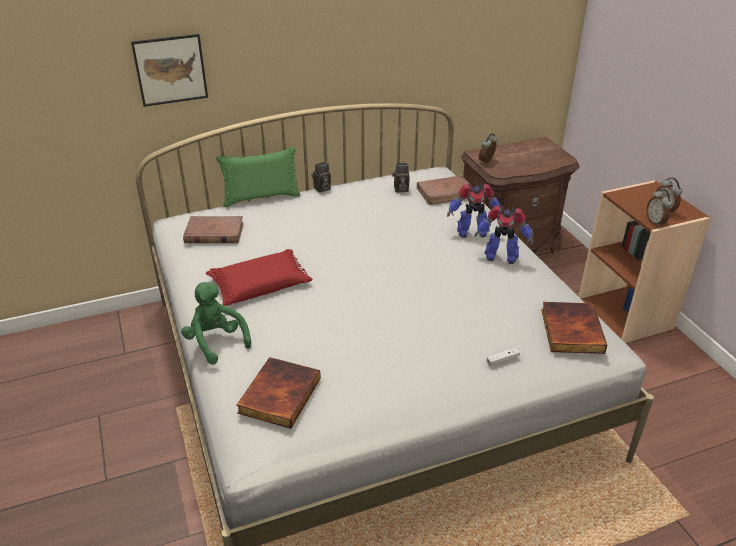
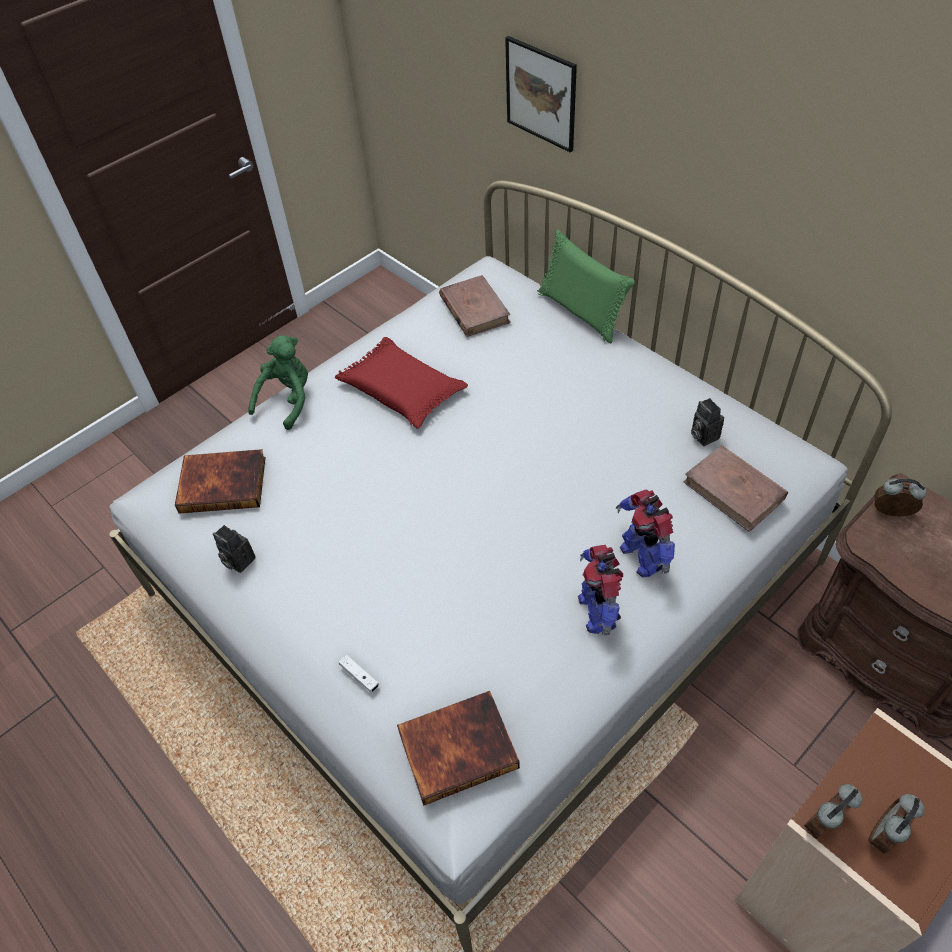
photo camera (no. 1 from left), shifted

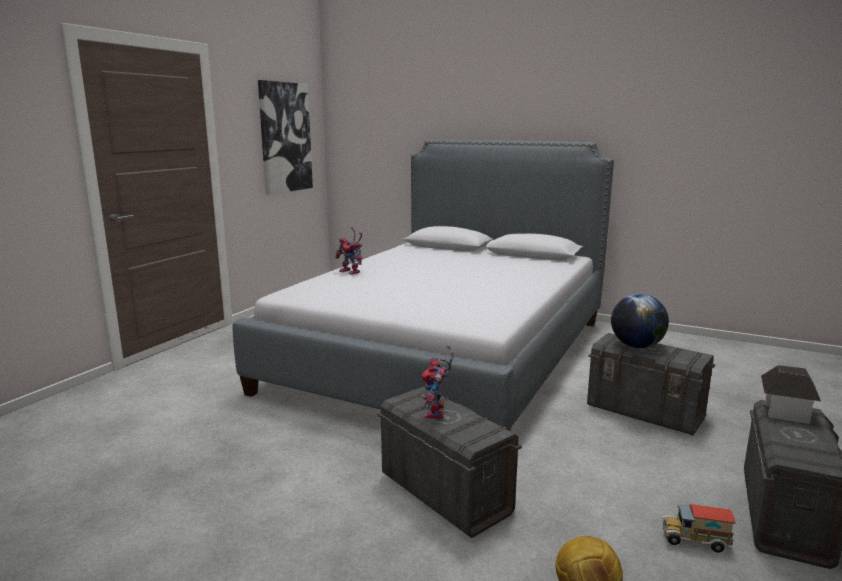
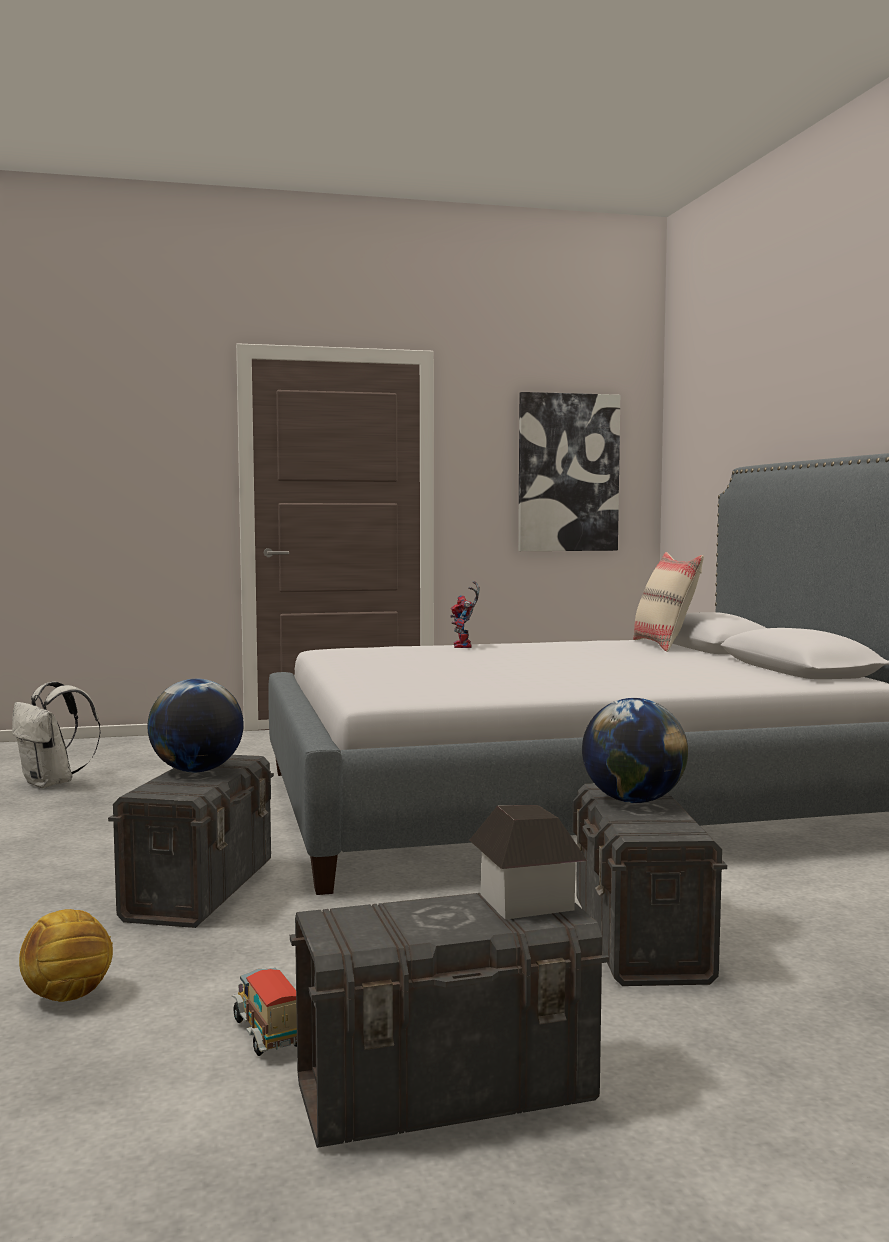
robot figure (no. 2 from left) -> desk globe (no. 1 from left)
none -> pillow in beige
none -> knapsack in whitish

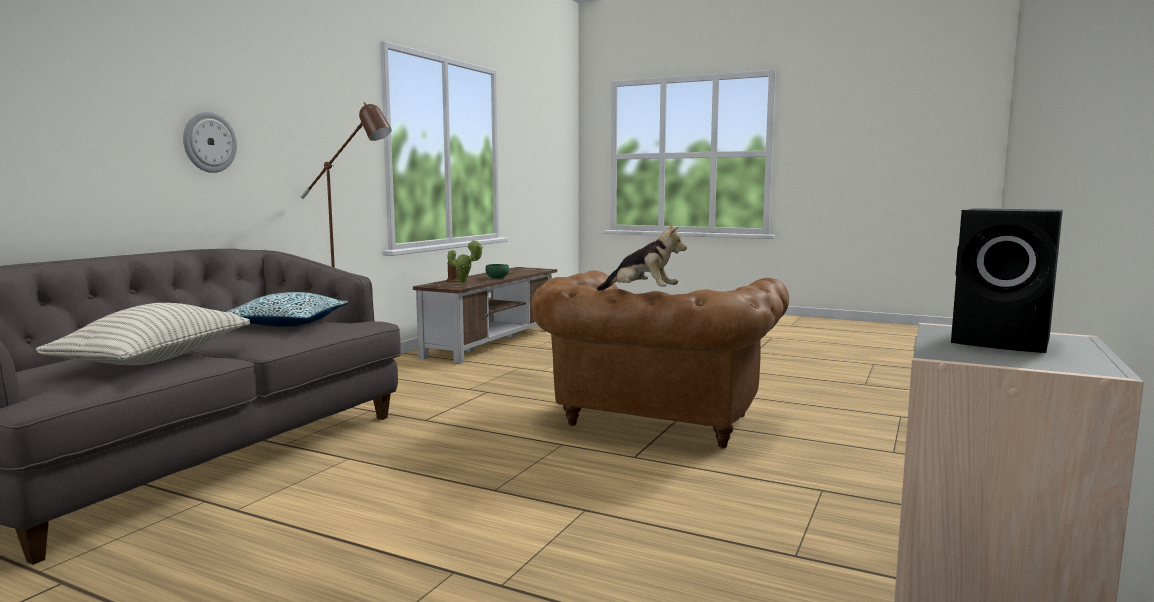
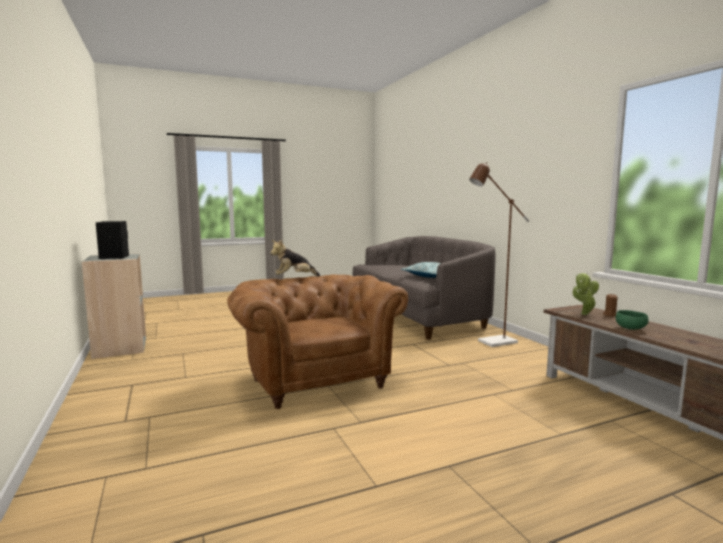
wall clock -> none
pillow (no. 1 from left) -> none

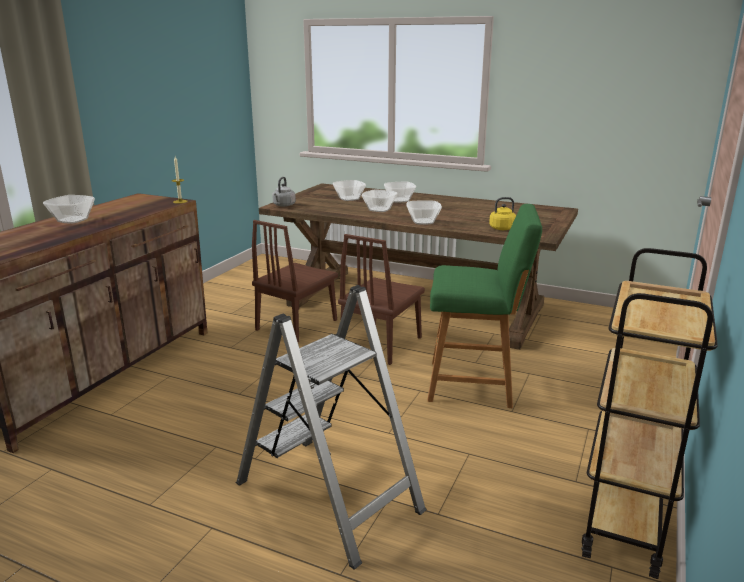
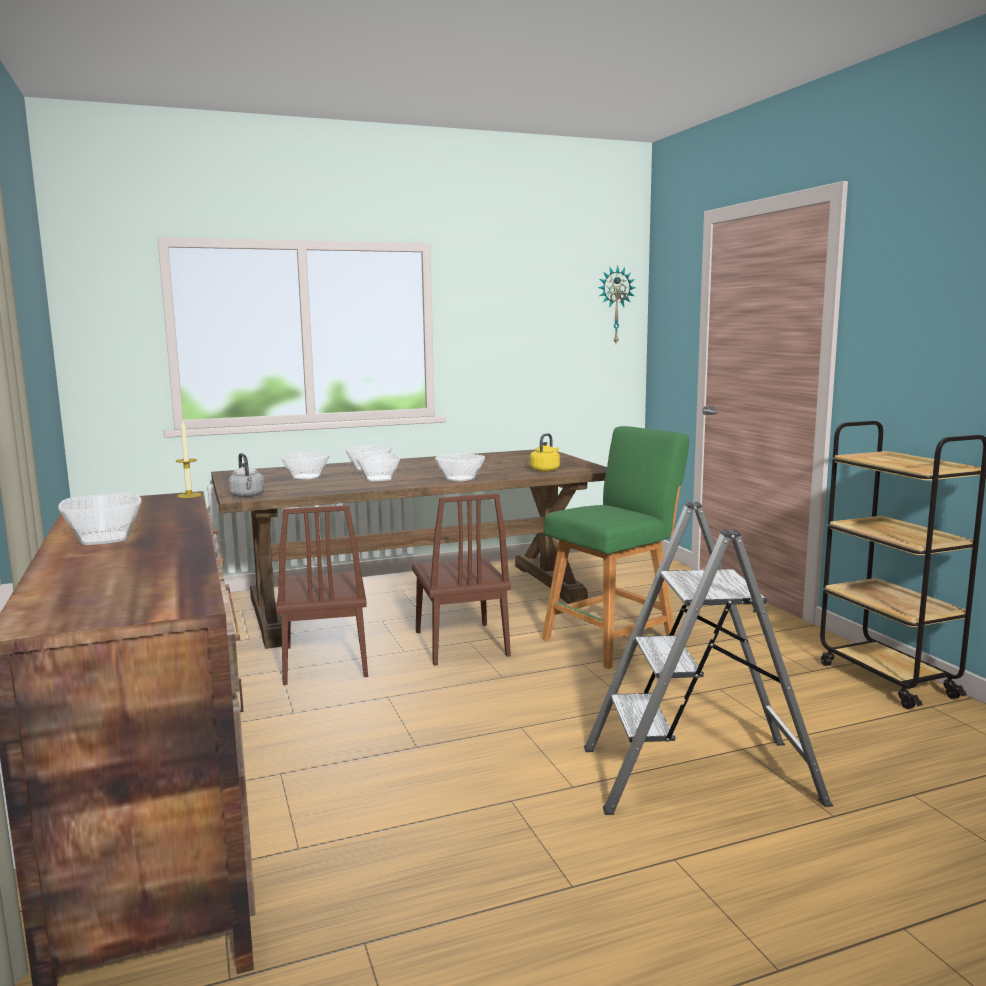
none -> wall clock

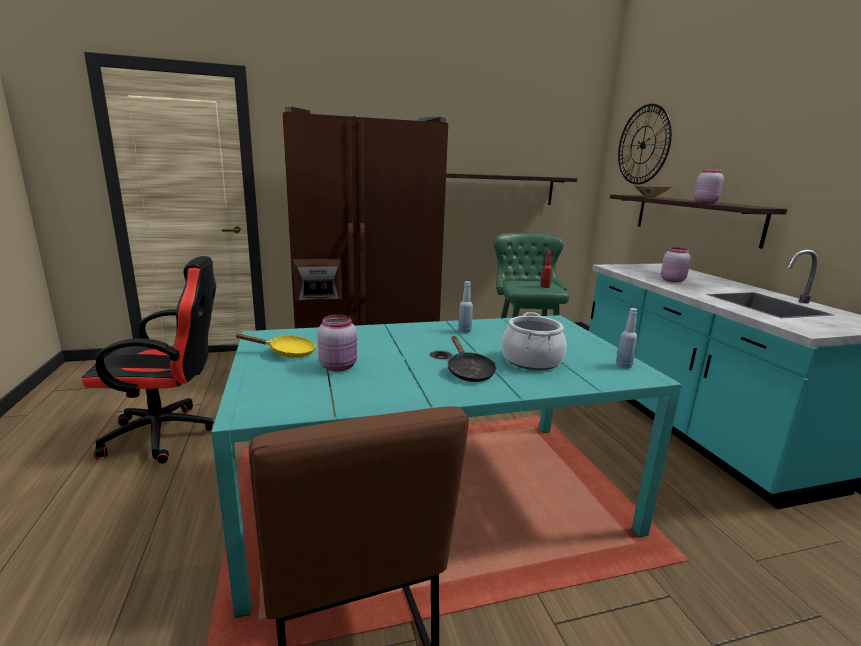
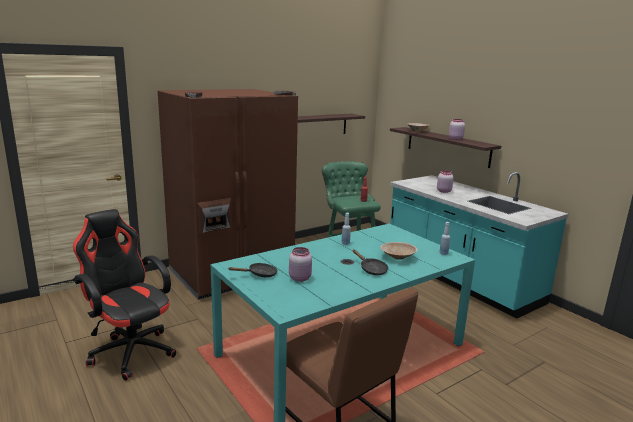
wall clock -> none
computer chair in blackish, 105 degrees counterclockwise
saucepot -> deep dish in beige (no. 1 from left)
skillet in yellow-coloured -> skillet in blackish (no. 1 from left)

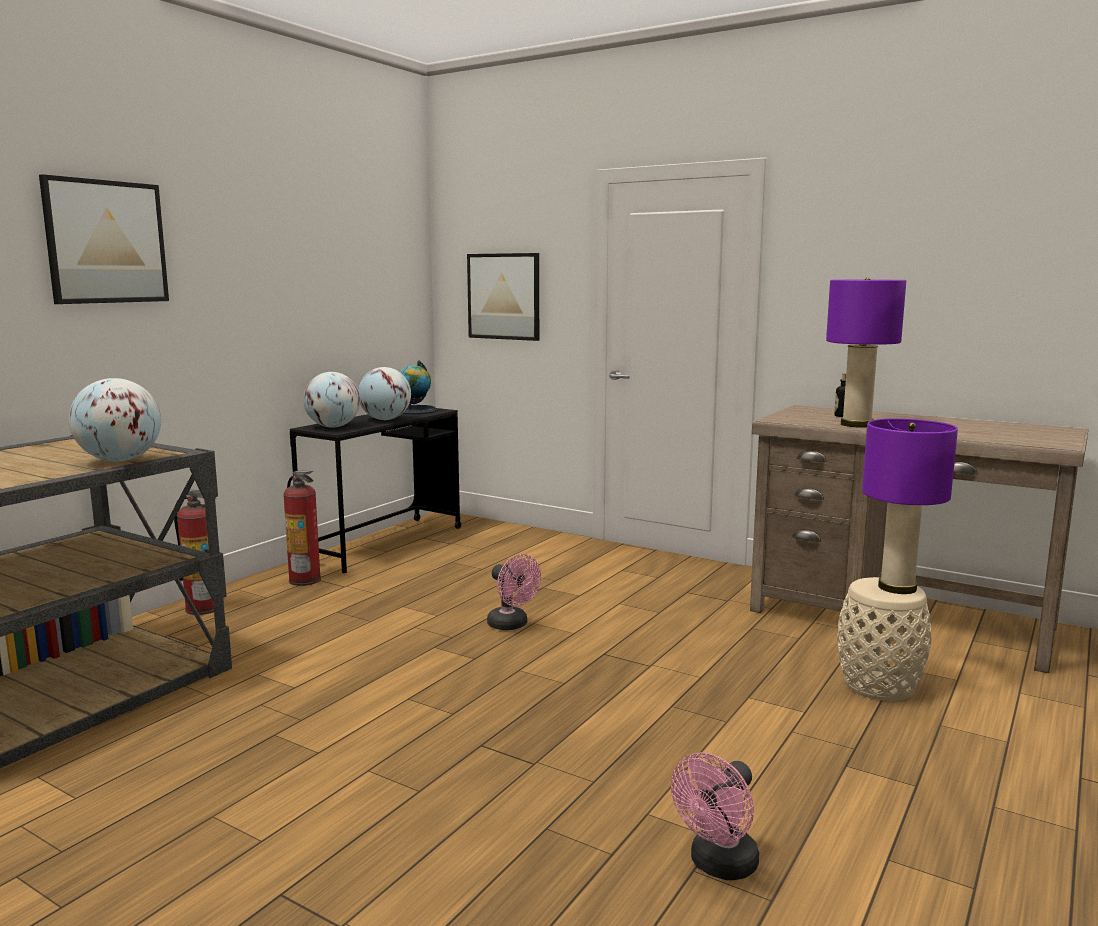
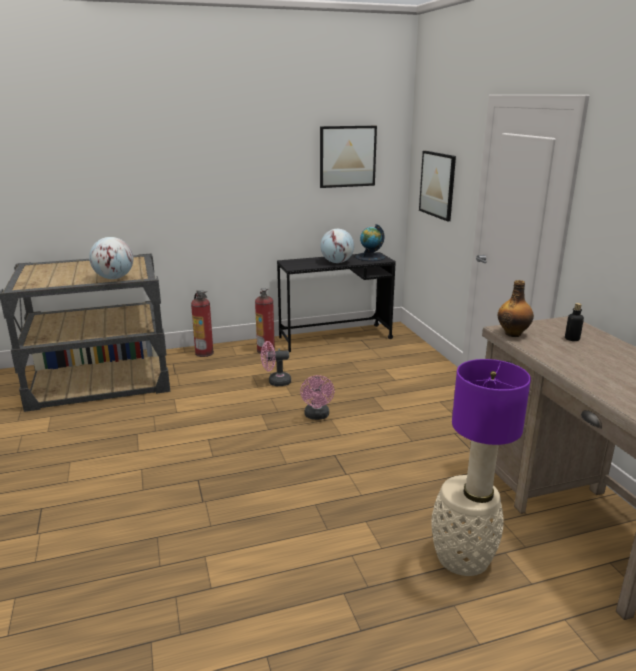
picture (no. 1 from left), shifted
table lamp in purple-coloured (no. 1 from left) -> none
desk globe (no. 2 from left) -> none
cooling fan in pink-coloured (no. 2 from left in the first image) -> cooling fan in pink-coloured (no. 1 from left), shifted
none -> drink bottle (no. 1 from left)

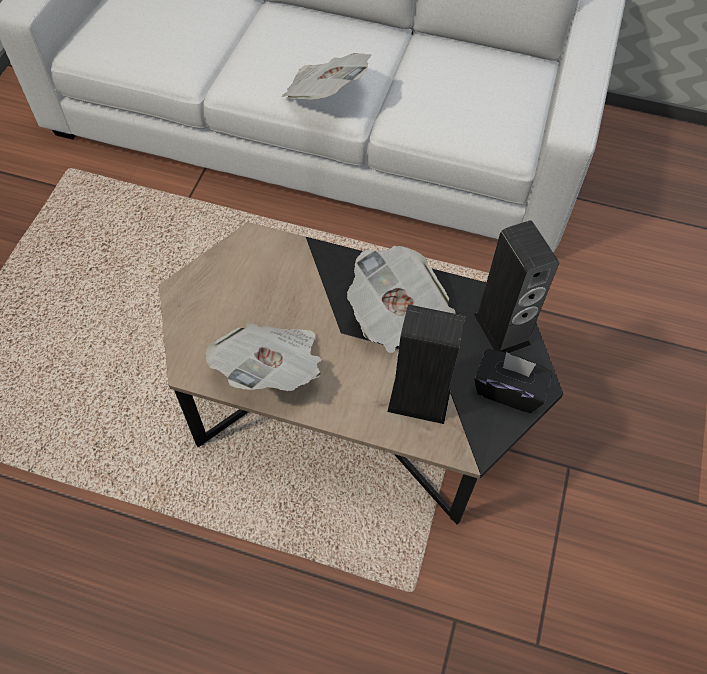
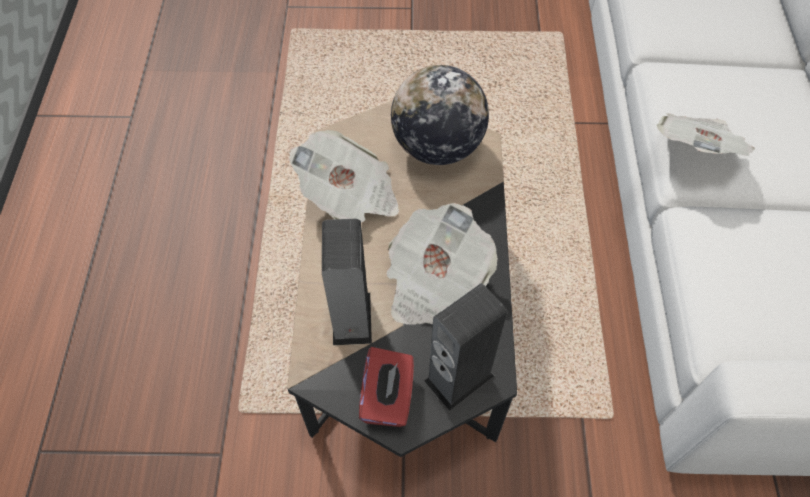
tissue holder in blackish -> tissue holder in red-coloured
none -> desk globe

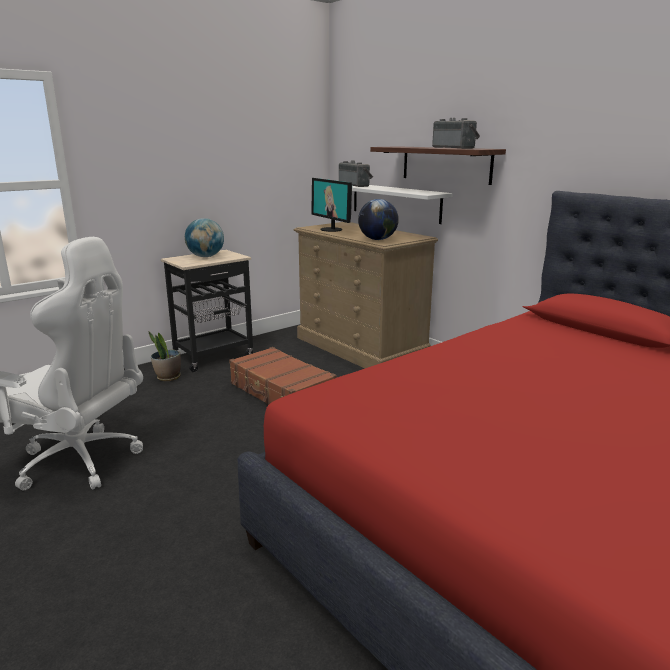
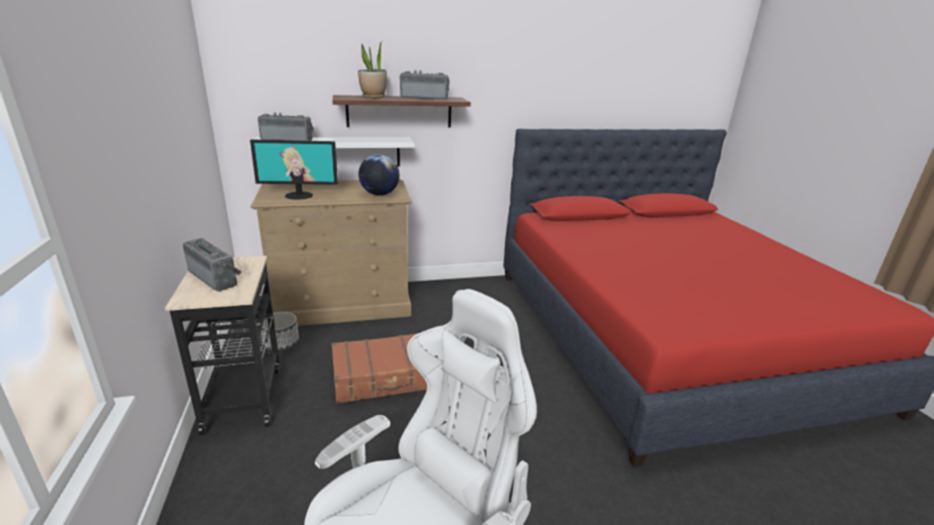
desk globe (no. 1 from left) -> radio set (no. 1 from left)
plant in a pot, shifted
none -> planter

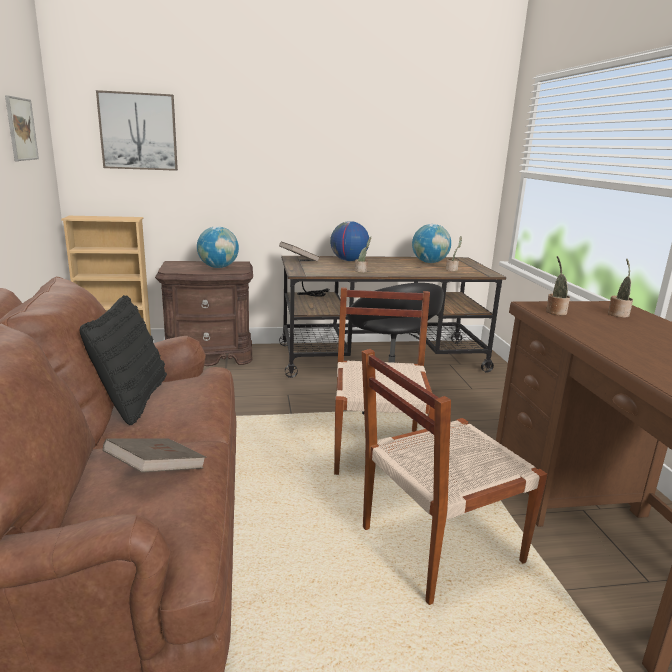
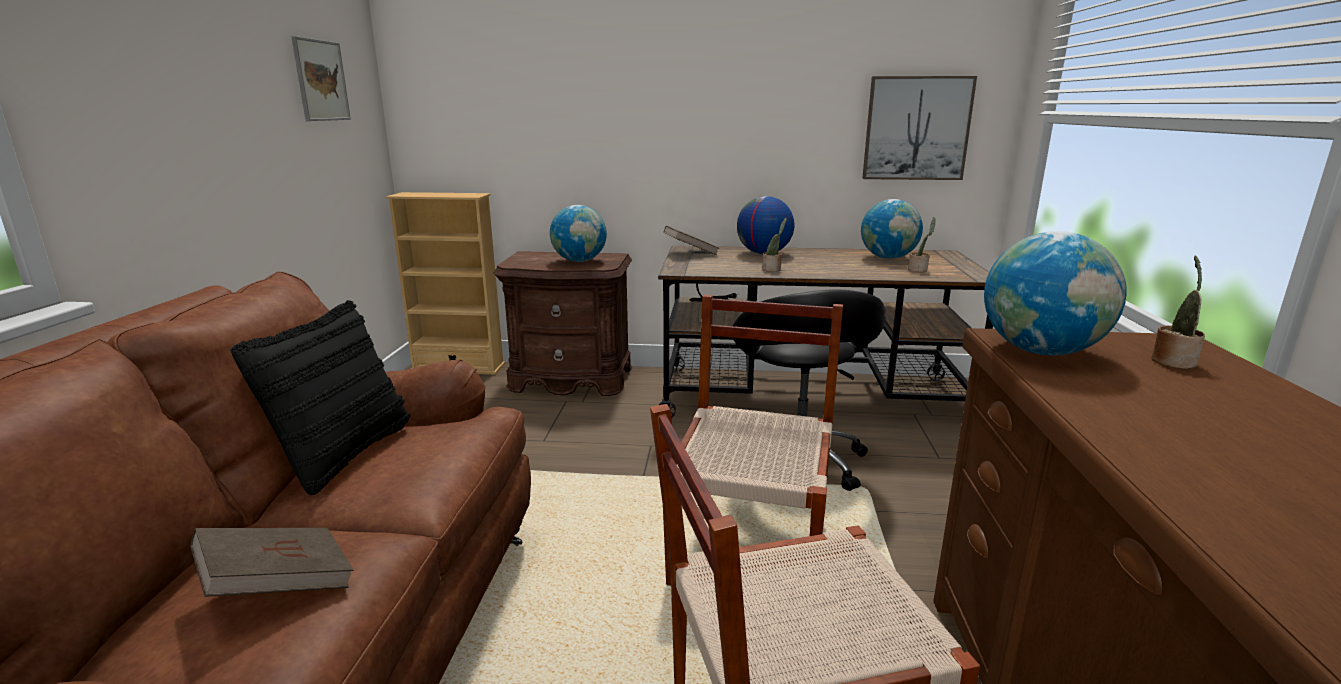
picture (no. 2 from left), shifted
plant in a pot (no. 3 from left) -> desk globe (no. 4 from left)

